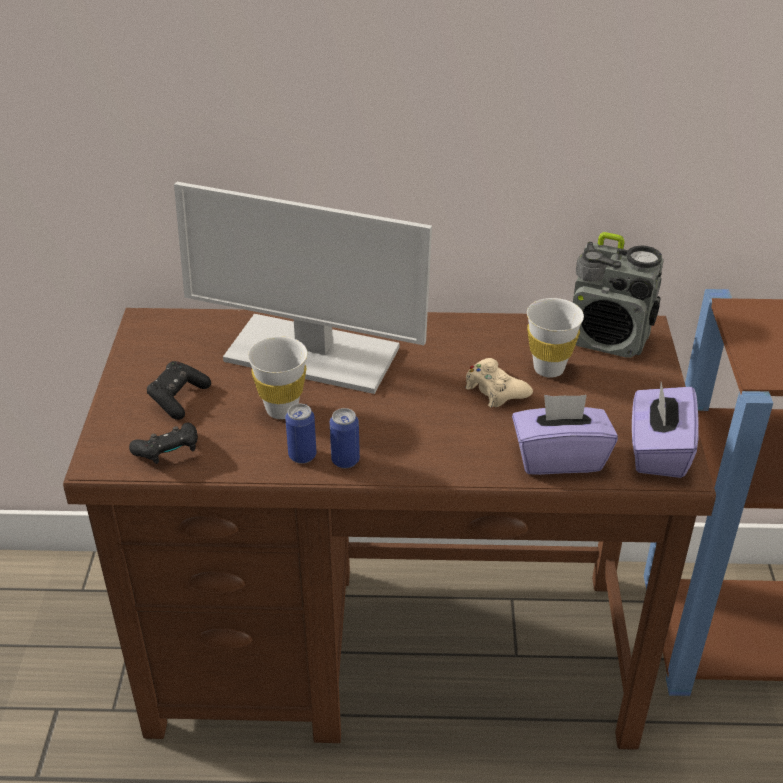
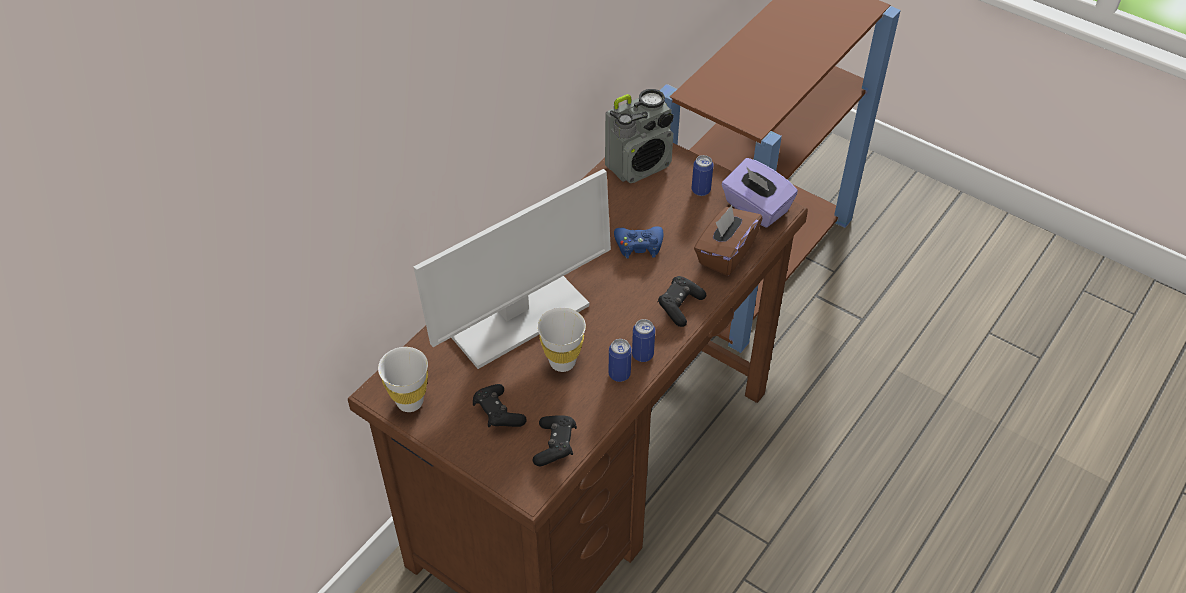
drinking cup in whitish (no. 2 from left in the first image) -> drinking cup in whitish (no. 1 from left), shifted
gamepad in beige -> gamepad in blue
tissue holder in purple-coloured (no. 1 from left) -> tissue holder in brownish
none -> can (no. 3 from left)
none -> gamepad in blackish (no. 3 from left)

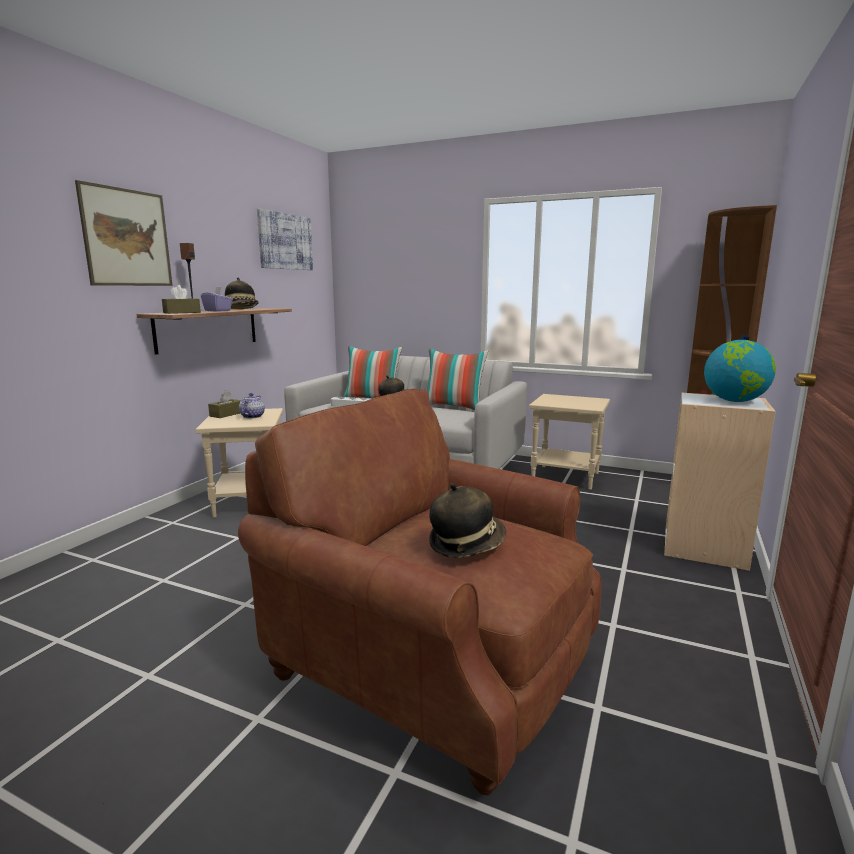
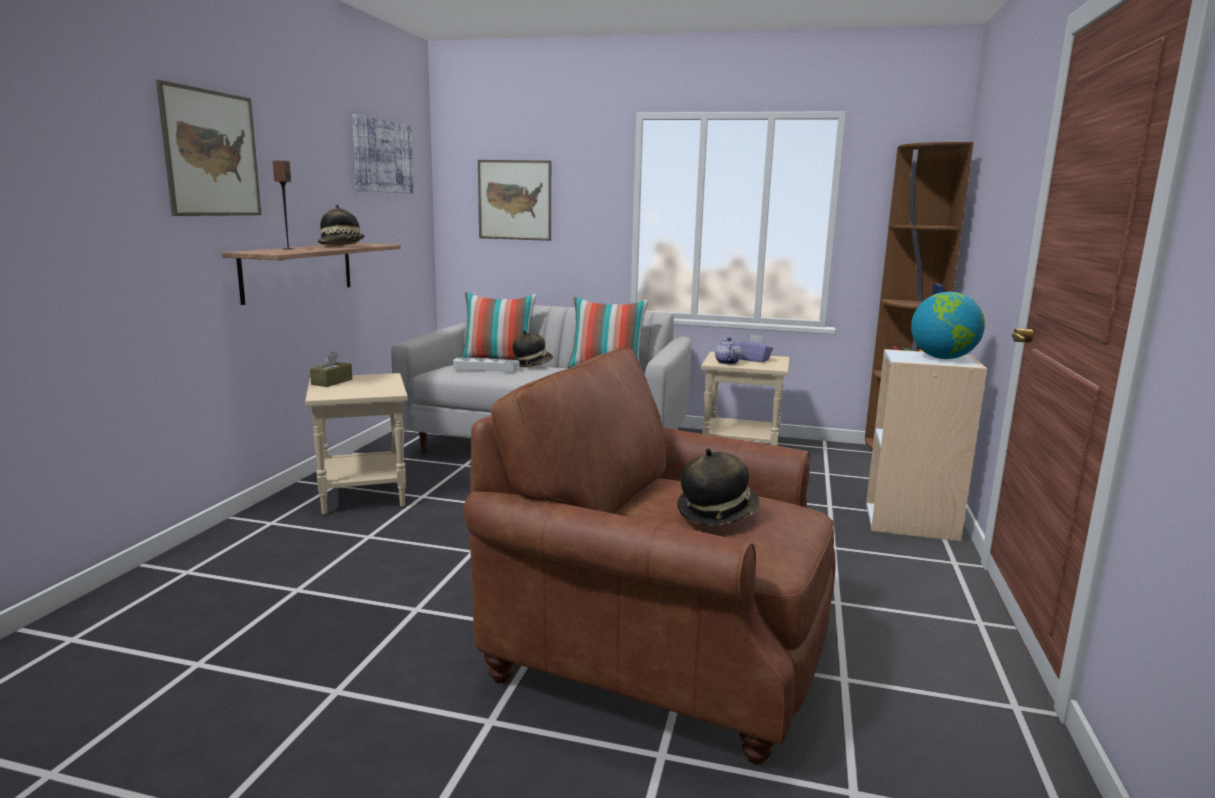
tissue holder in brownish (no. 1 from left) -> none
tissue holder in purple-coloured, shifted
tea pot, shifted
none -> picture (no. 3 from left)

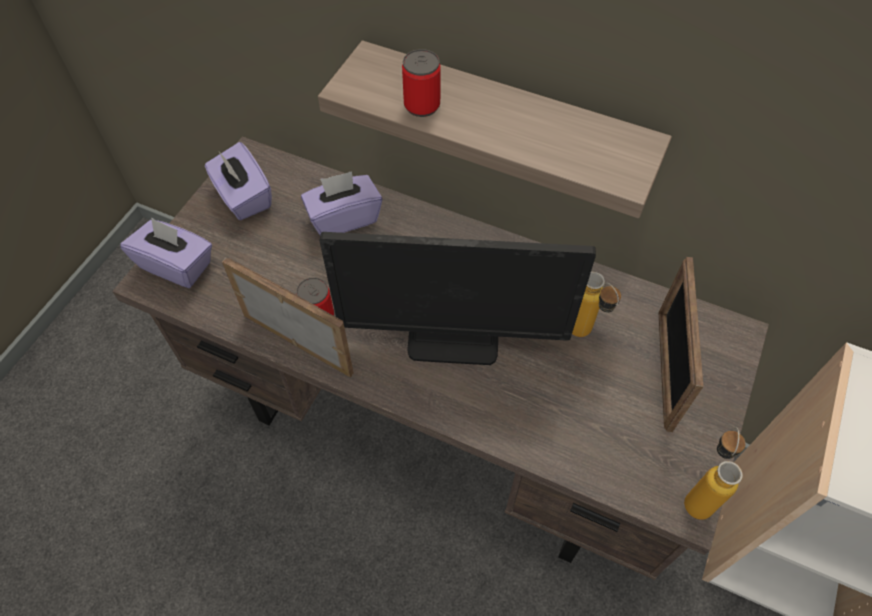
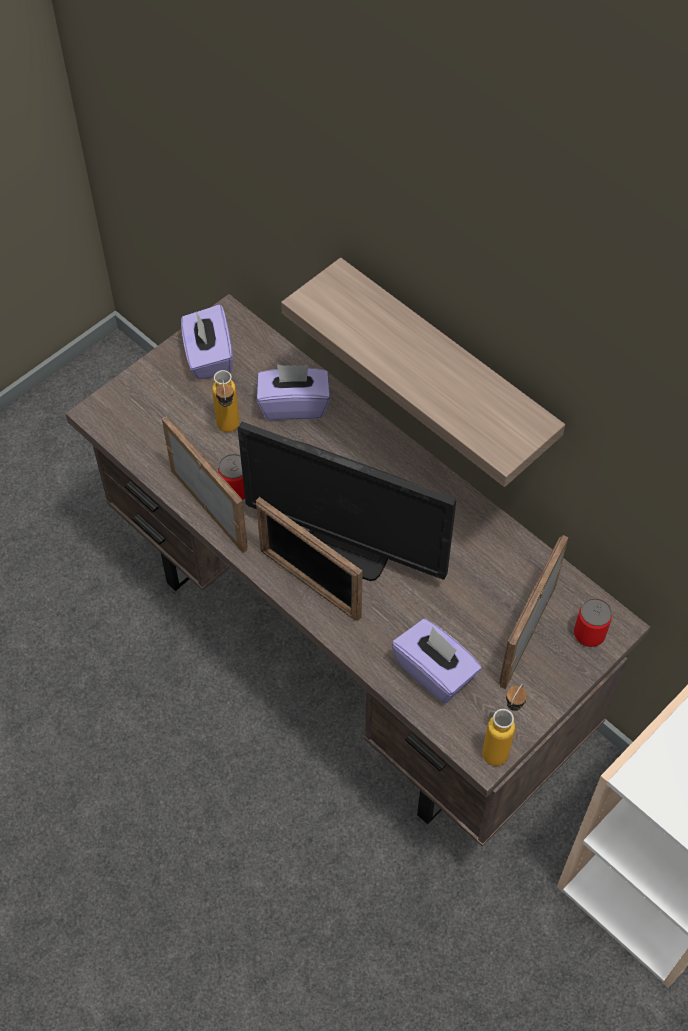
can (no. 2 from left), shifted
tissue holder in purple-coloured (no. 1 from left in the first image) -> tissue holder in purple-coloured (no. 3 from left), shifted
drink bottle (no. 1 from left), shifted
none -> picture frame (no. 2 from left)

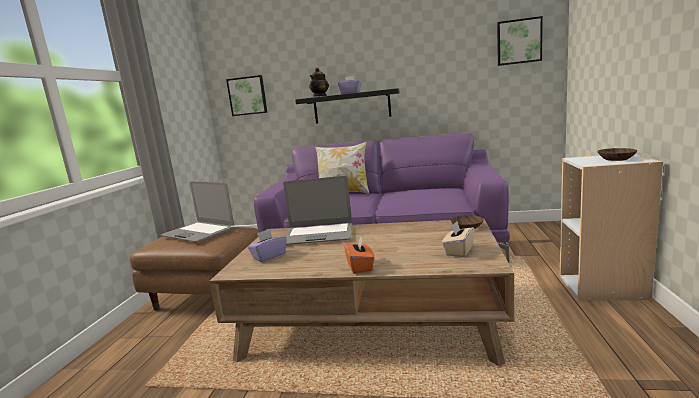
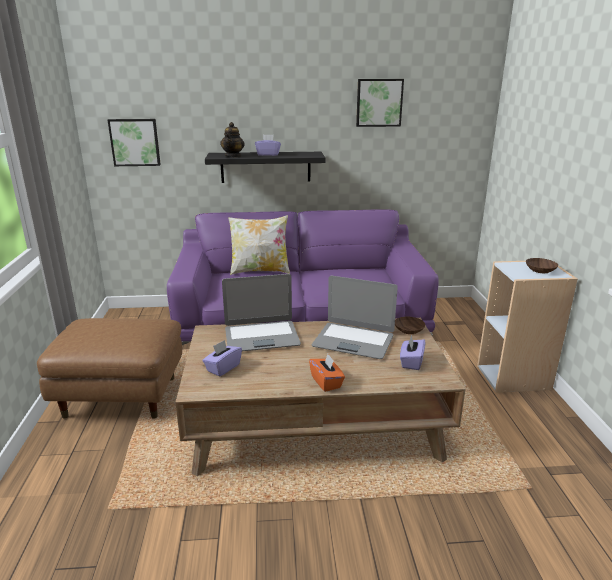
picture (no. 2 from left), shifted
portable computer (no. 1 from left in the first image) -> portable computer (no. 2 from left), shifted
tissue holder in beige -> tissue holder in purple-coloured (no. 3 from left)

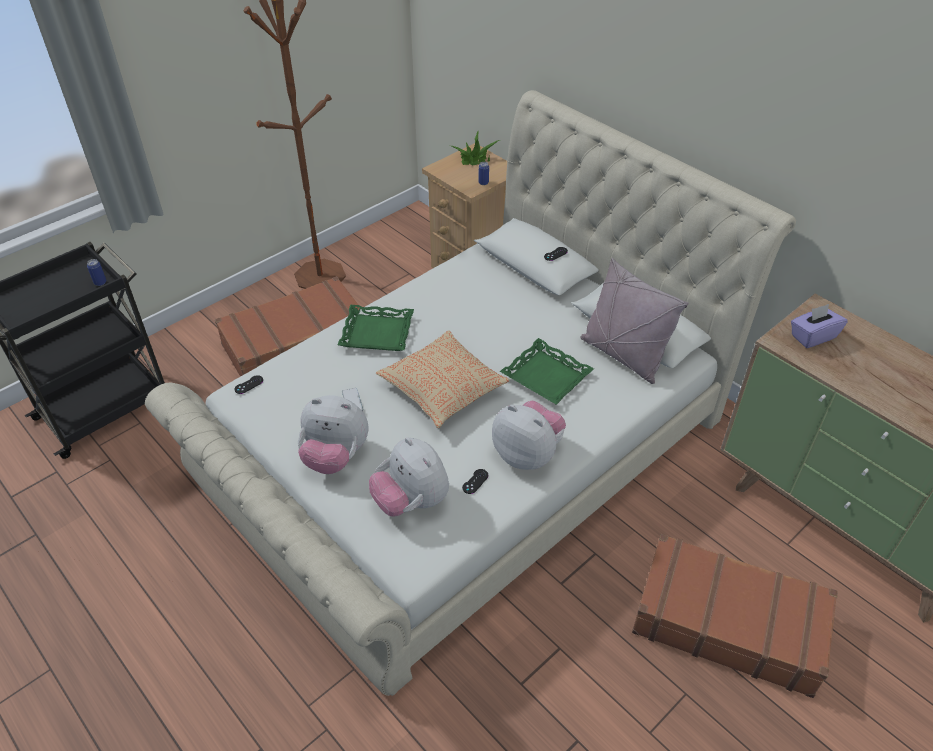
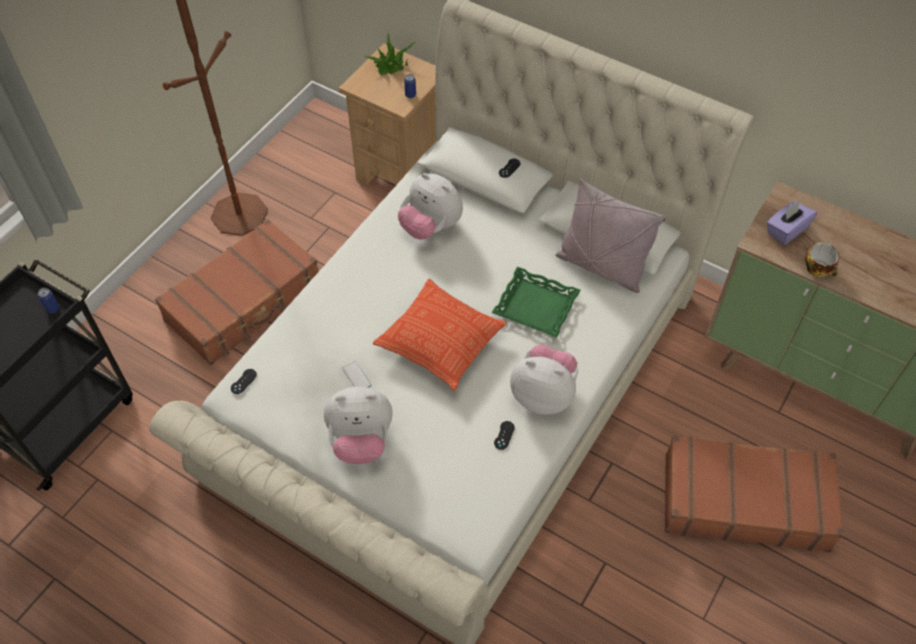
carrying tray in green (no. 1 from left) -> none
pillow in beige -> pillow in orange-coloured
soft toy (no. 2 from left), shifted
none -> drinking cup

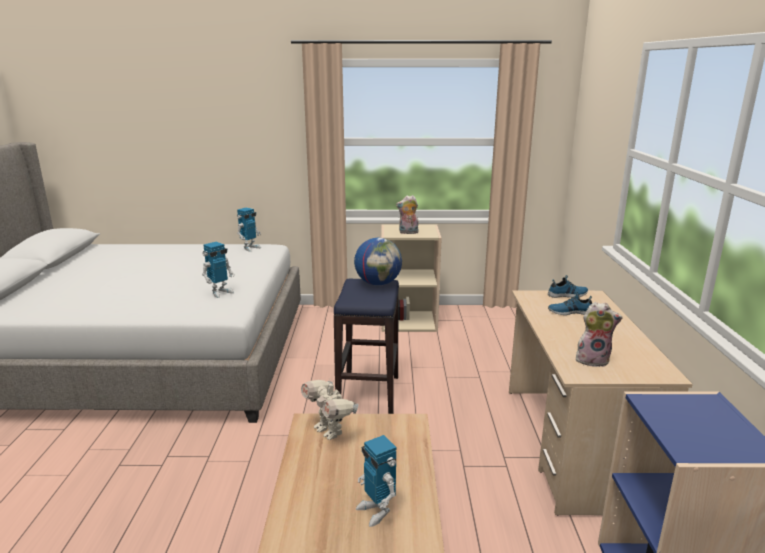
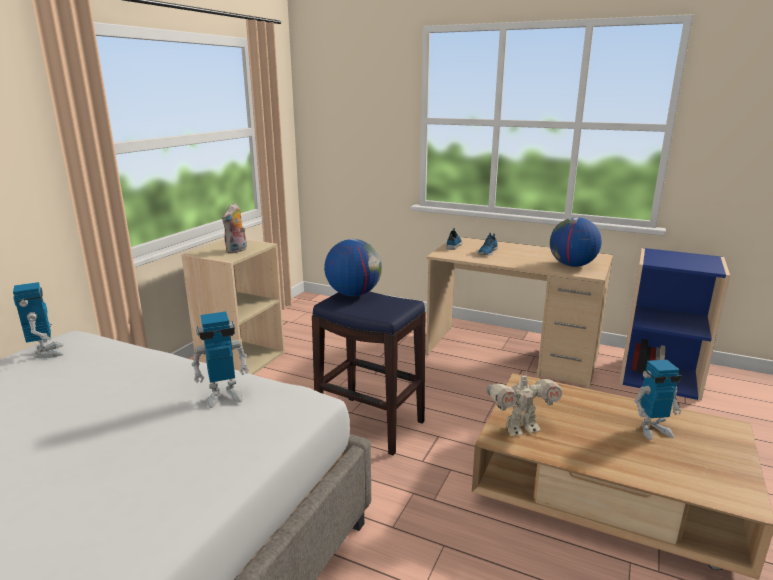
robot figure (no. 1 from left in the first image) -> robot figure (no. 2 from left), 90 degrees clockwise
soft toy (no. 2 from left) -> desk globe (no. 2 from left)

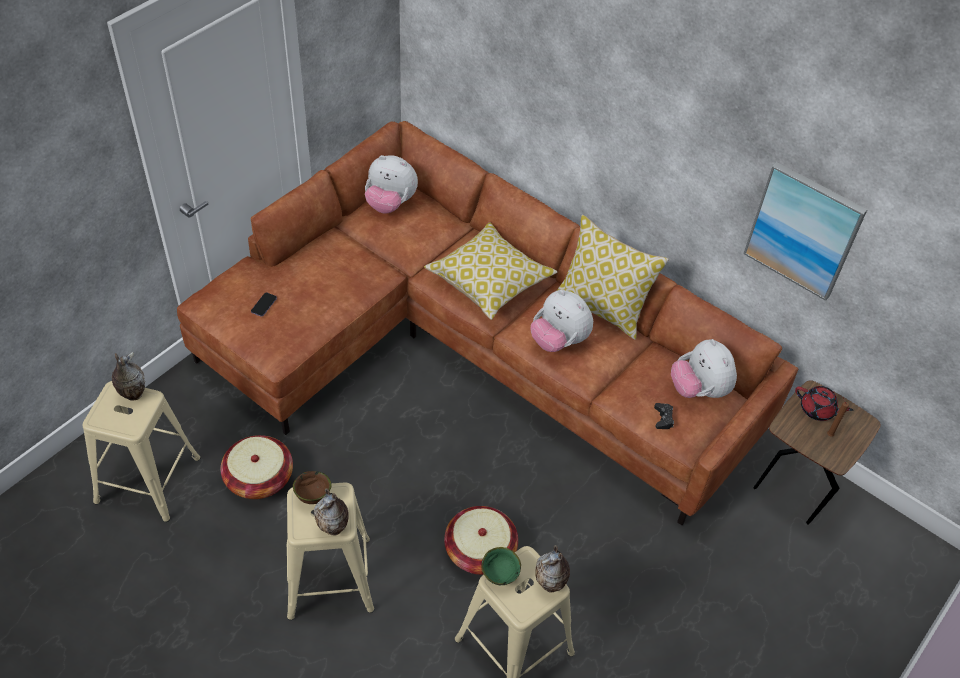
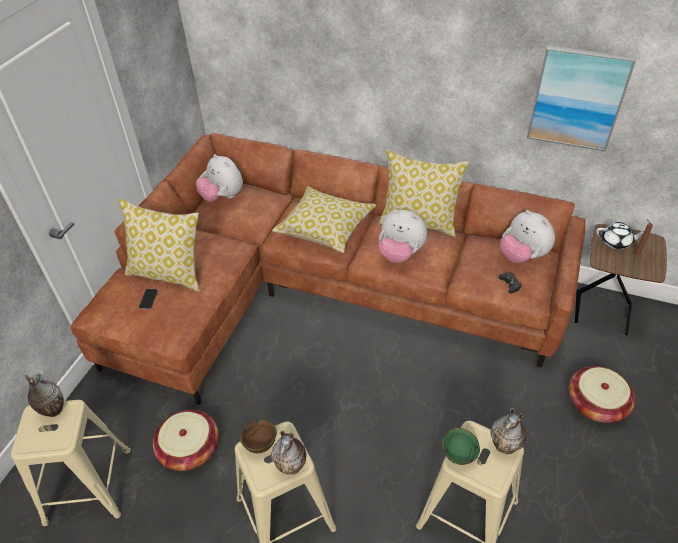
soft toy (no. 1 from left), 45 degrees clockwise
tea pot in red-coloured -> tea pot in whitish
storage basket (no. 2 from left), shifted
none -> pillow (no. 1 from left)

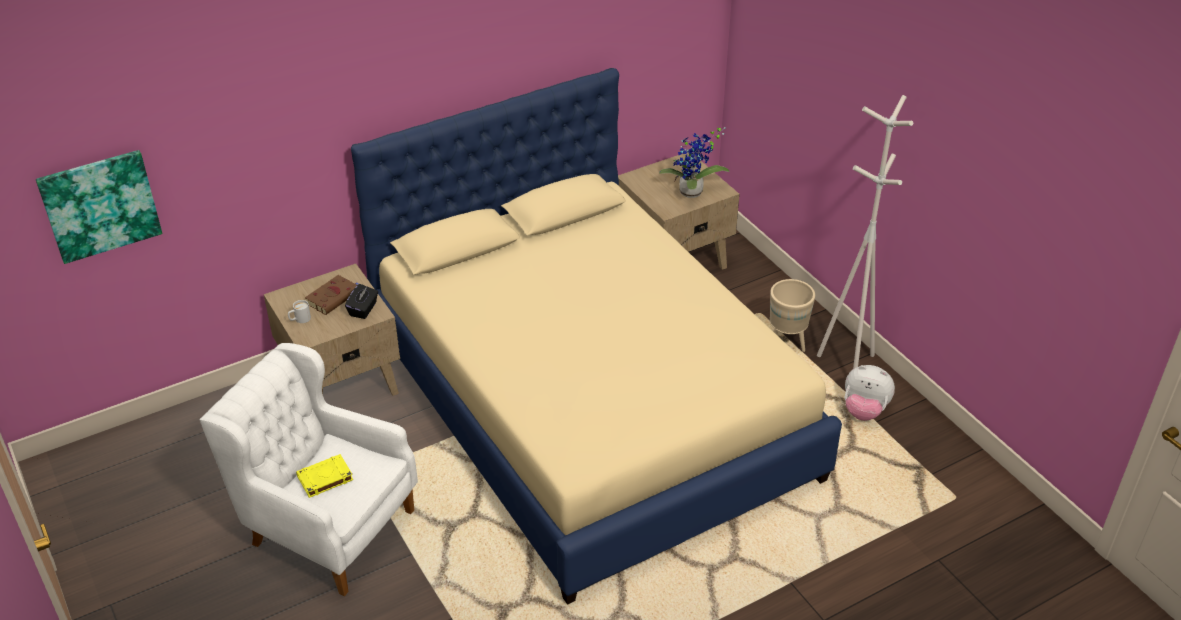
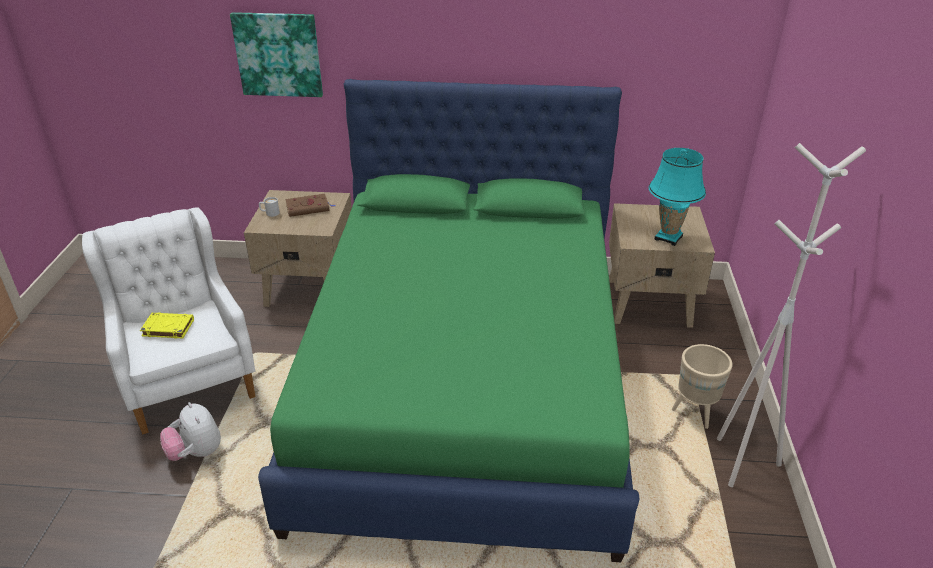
bedroom bed in beige -> bedroom bed in green
plant in a pot -> table lamp in blue-green
picture, shifted
tissue holder in blackish -> none
soft toy, shifted

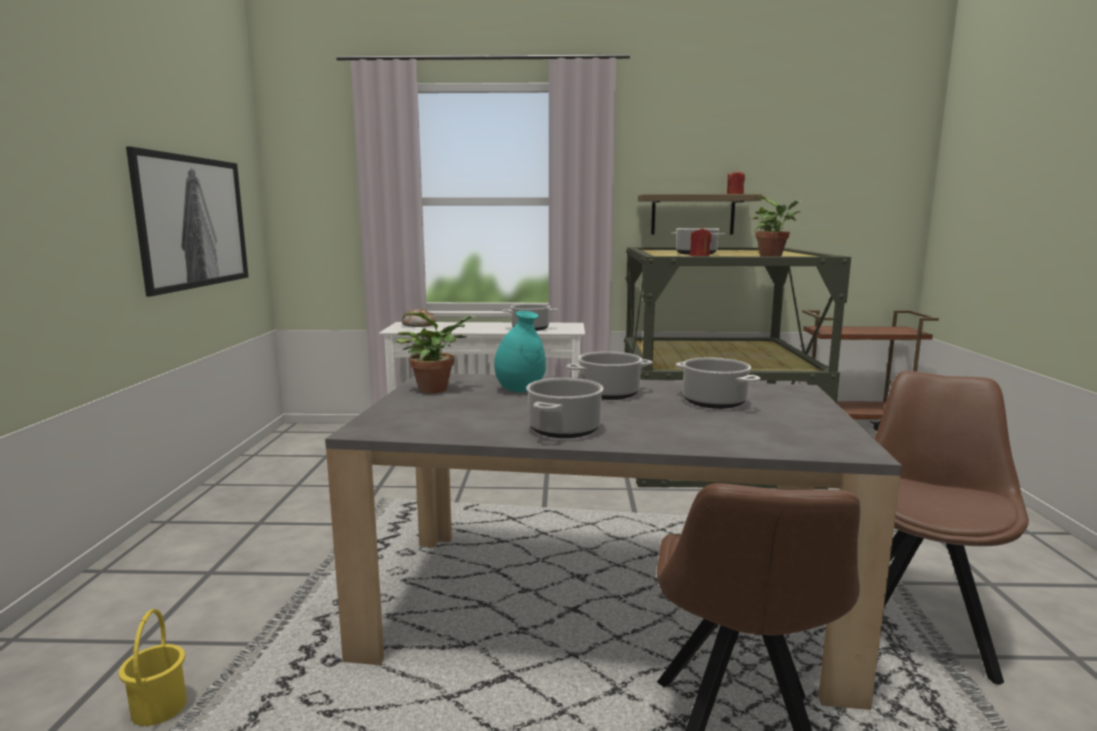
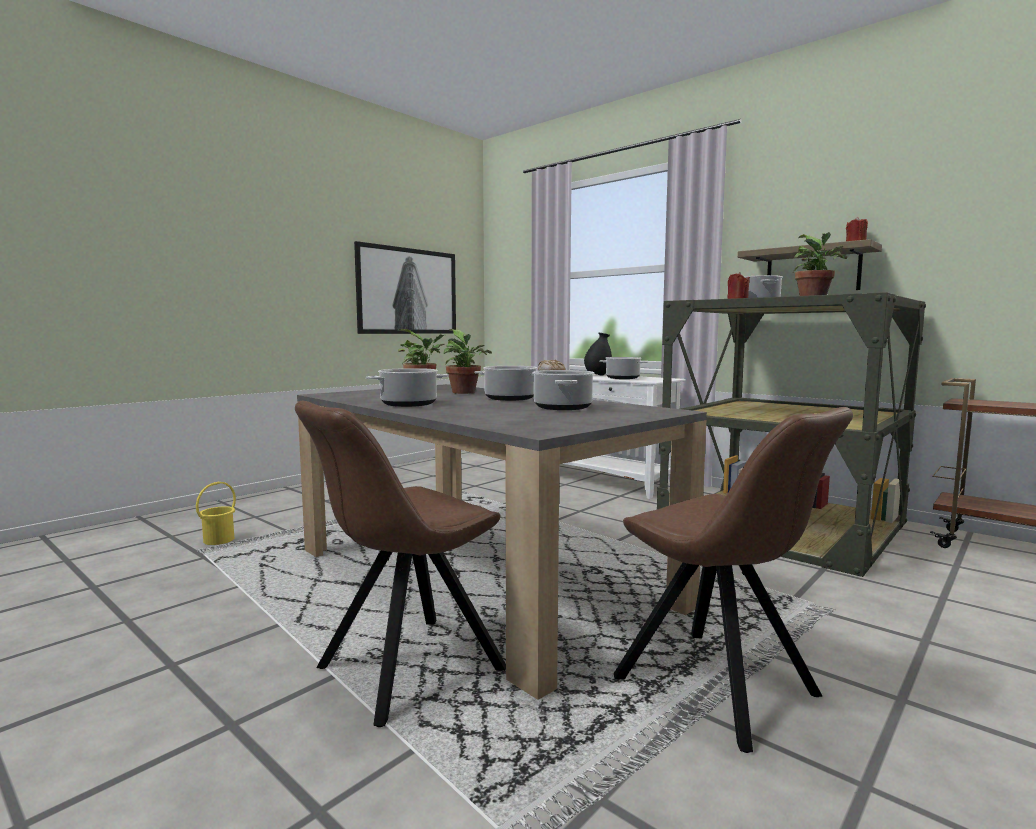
flower vase in blue-green -> plant in a pot (no. 2 from left)
plain chair in brownish (no. 2 from left), 75 degrees clockwise
none -> flower vase in blackish

